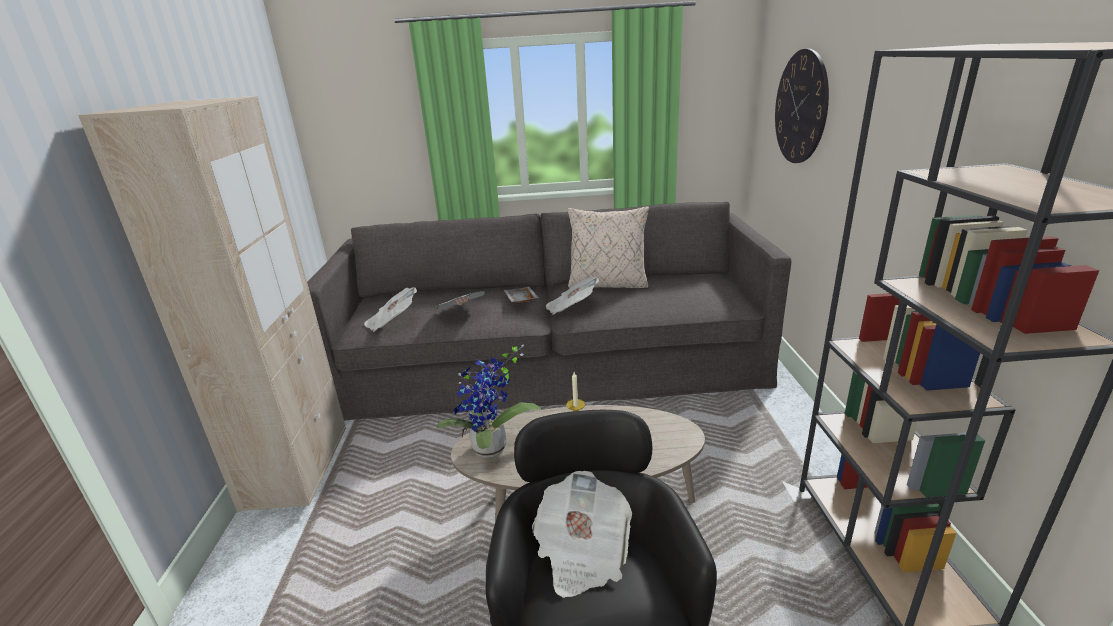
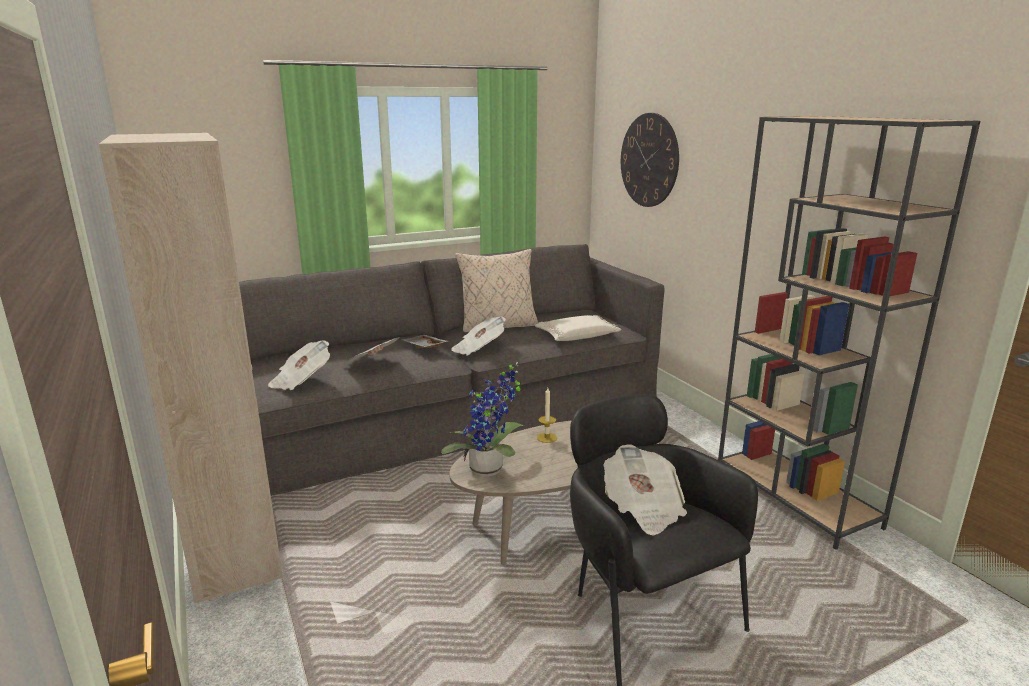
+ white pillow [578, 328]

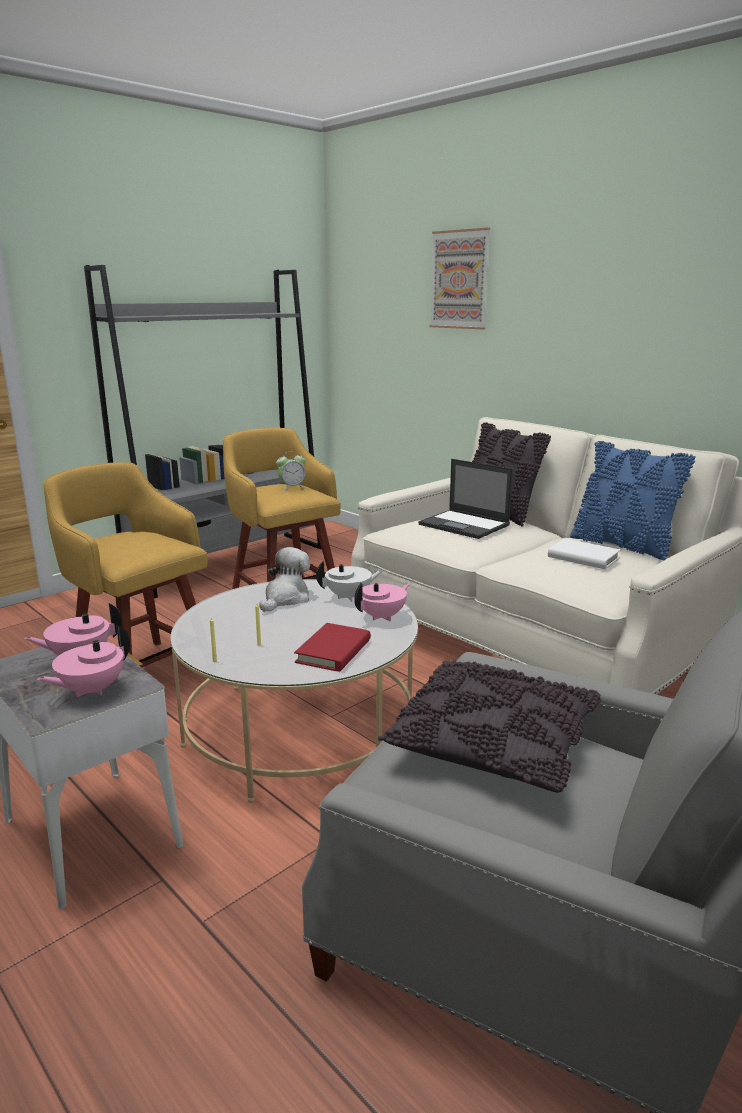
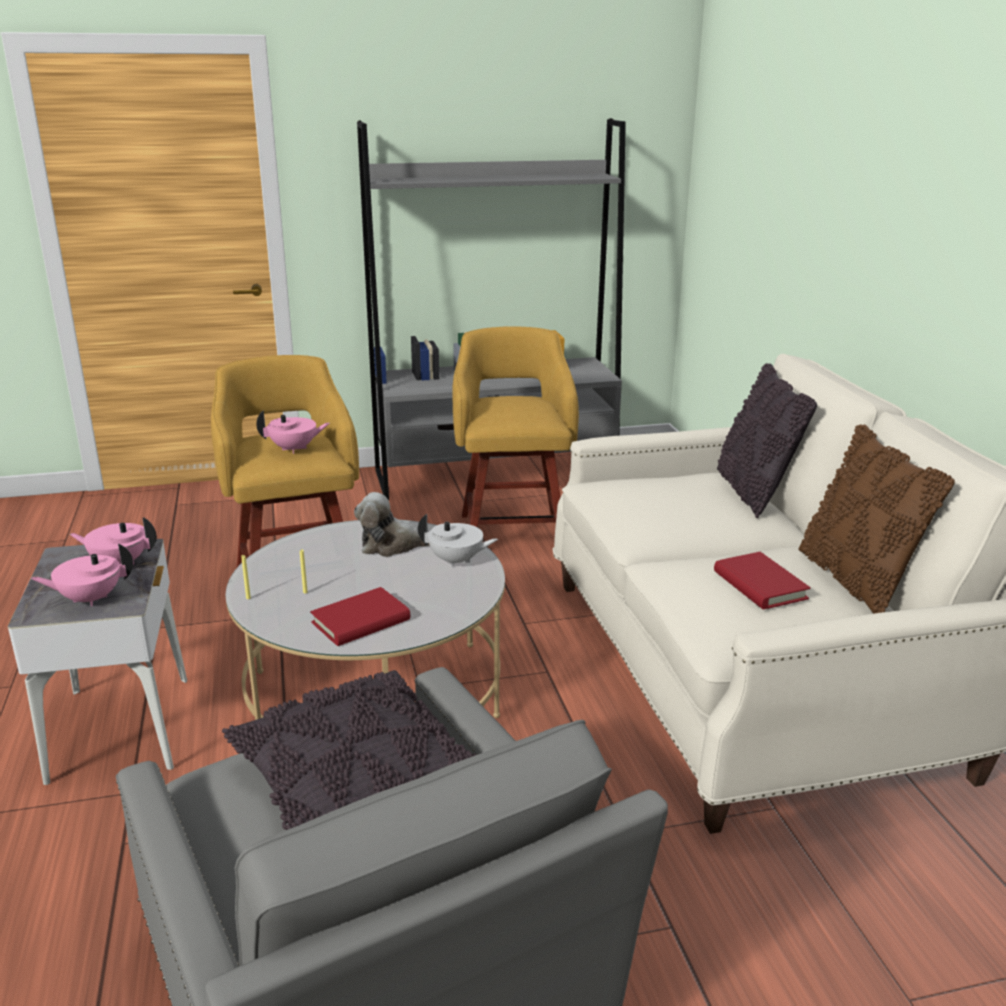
- alarm clock [291, 471]
- laptop [465, 499]
- picture [460, 278]
~ pink teapot [382, 602] to [293, 432]
~ white book [584, 554] to red book [762, 581]
~ blue pillow [633, 501] to brown pillow [877, 518]
~ plush toy [284, 579] = [392, 524] 150 degrees counterclockwise

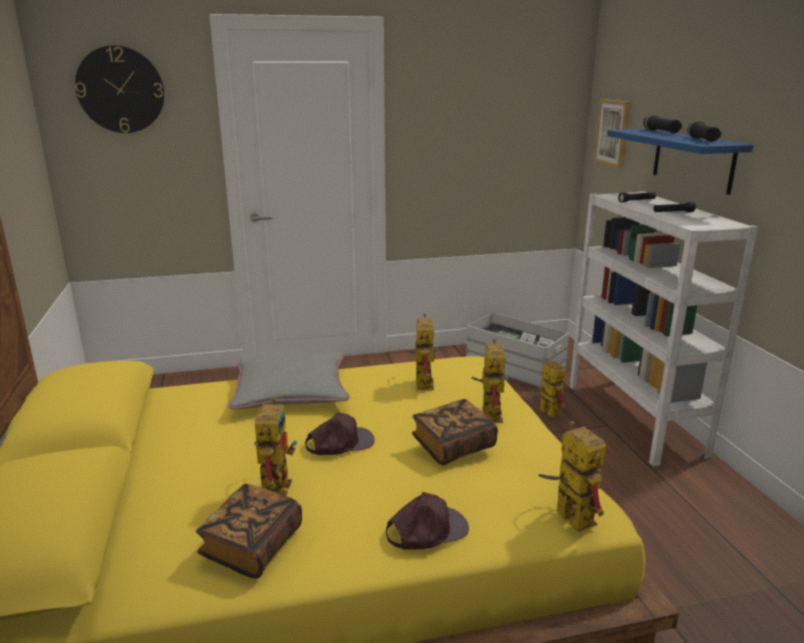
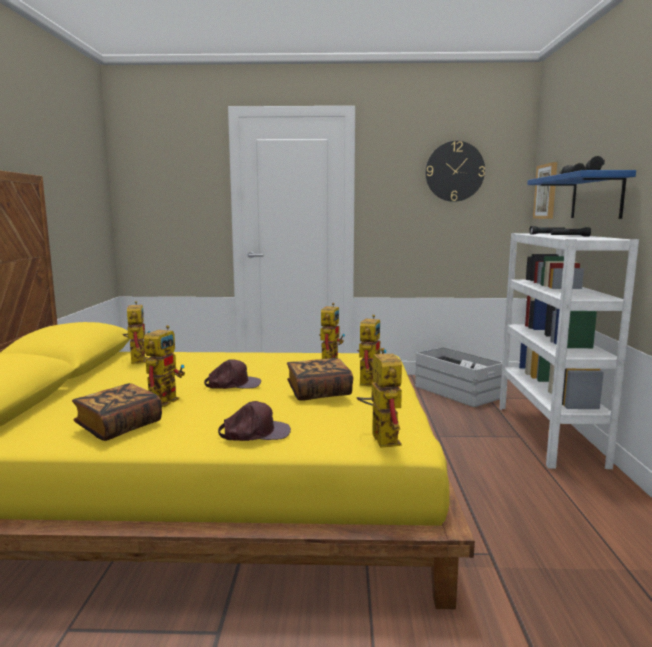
- grey pillow [289, 380]
~ wall clock [119, 89] to [455, 171]
~ toy robot [548, 388] to [136, 332]

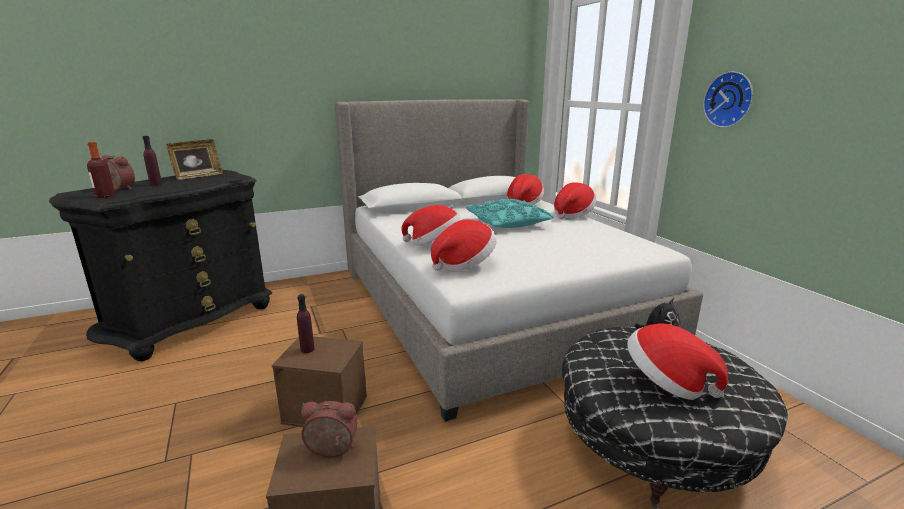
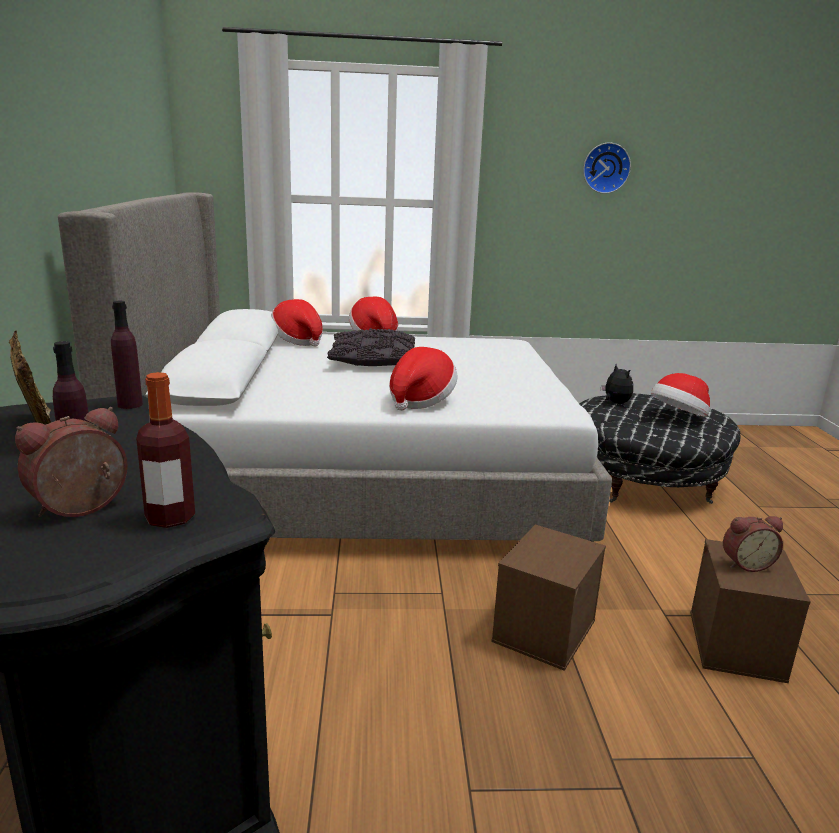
- hat [463, 245]
~ purple bottle [306, 323] to [127, 355]
~ wall clock [728, 99] to [607, 168]
~ turquoise pillow [510, 213] to black pillow [371, 347]
~ alarm clock [329, 429] = [753, 544] 120 degrees counterclockwise

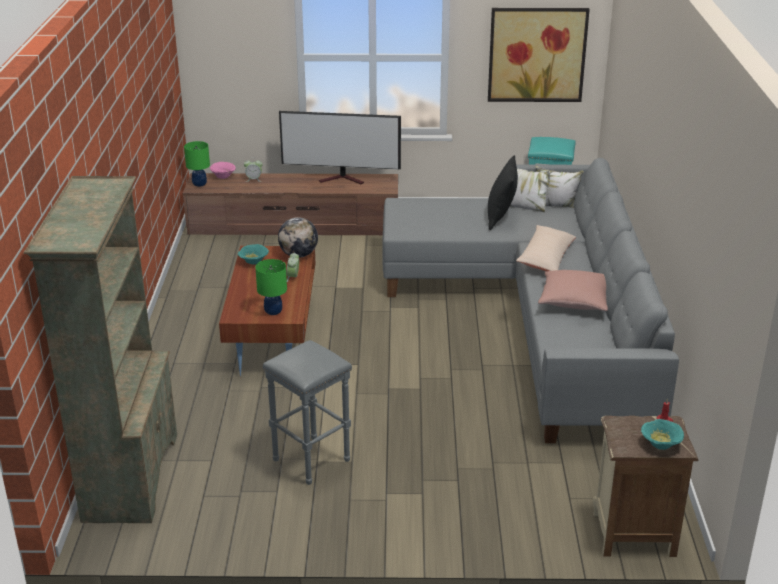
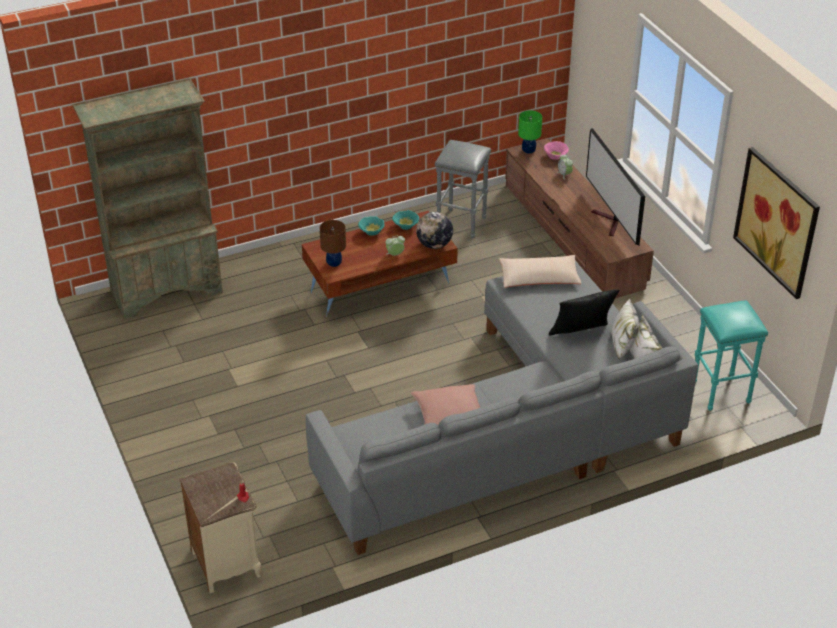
~ grey stool [307, 412] to [463, 189]
~ beige pillow [546, 248] to [540, 271]
~ turquoise bowl [662, 434] to [371, 226]
~ green table lamp [271, 287] to brown table lamp [333, 243]

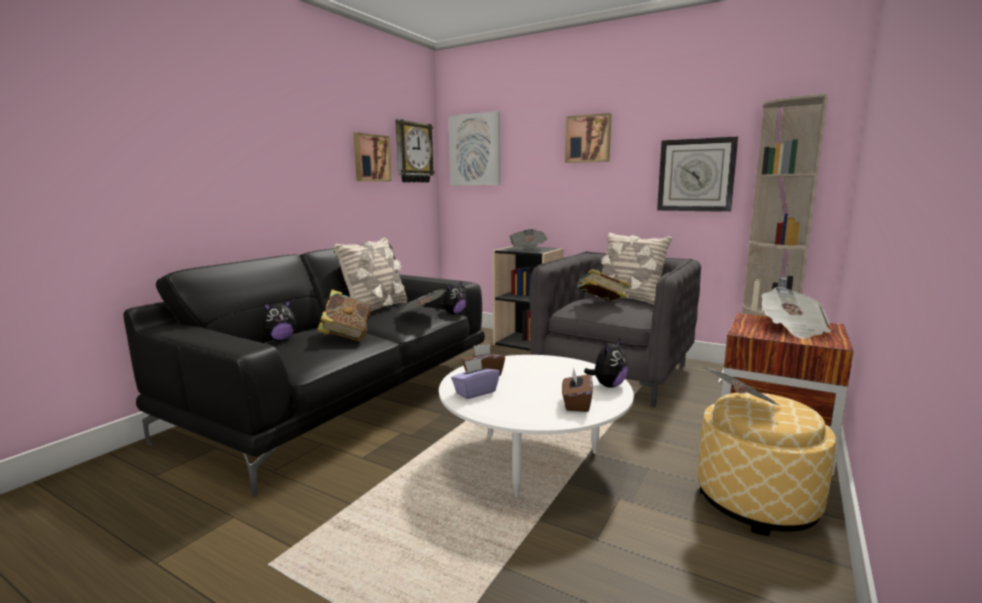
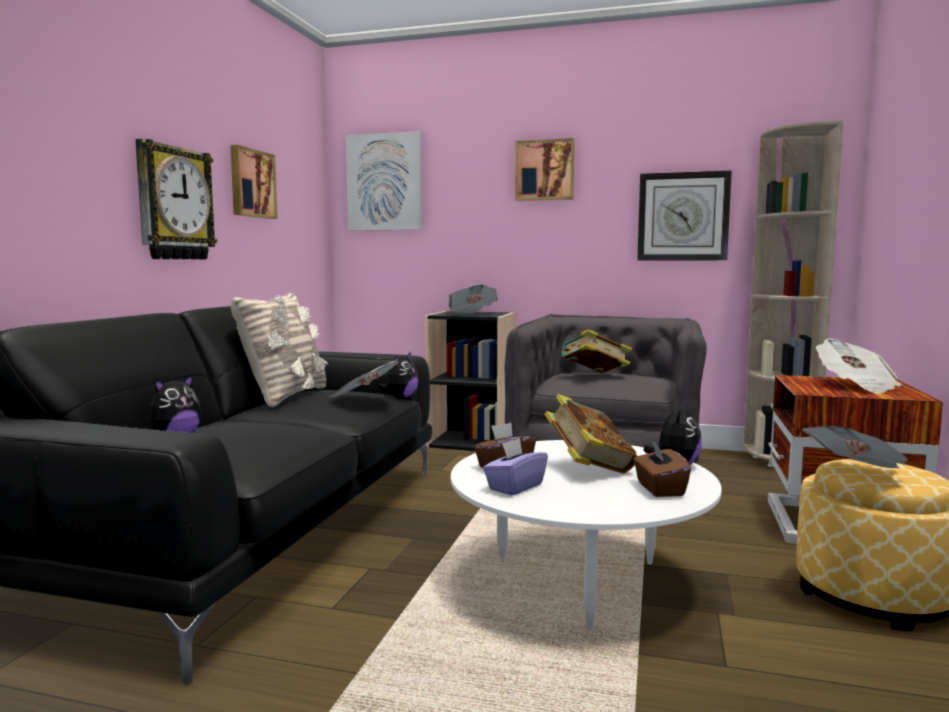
- beige pillow [633, 269]
~ book [344, 315] to [590, 434]
~ wall clock [415, 150] to [176, 199]

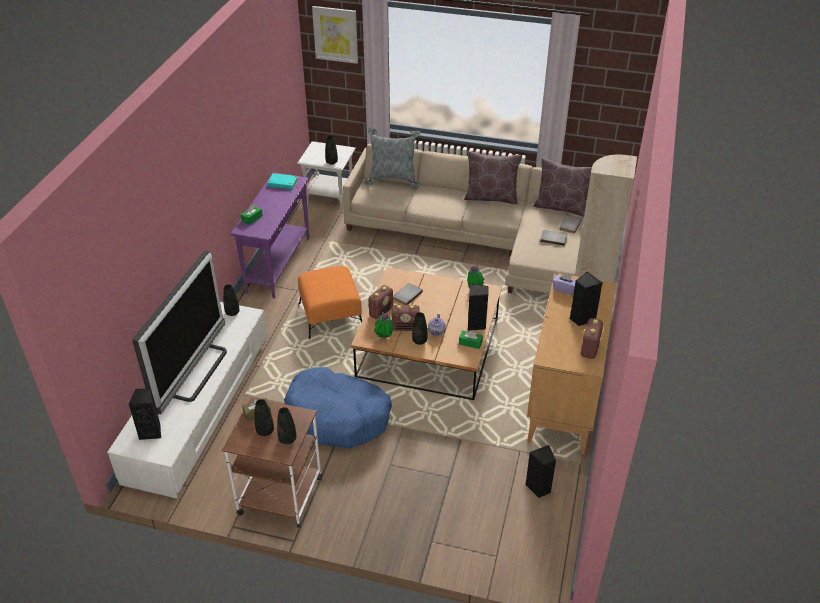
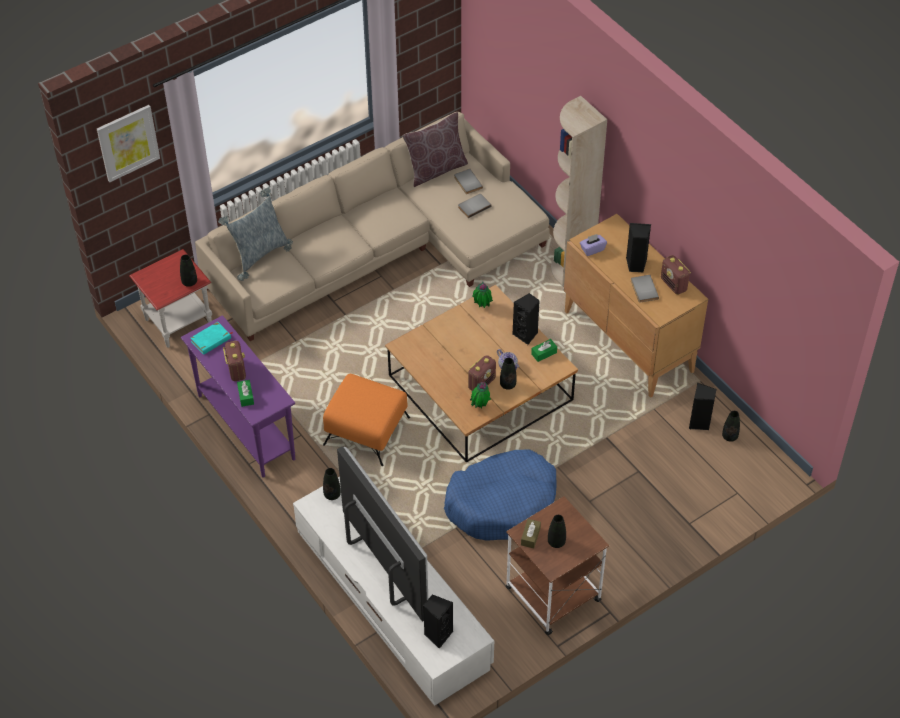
- brown pillow [493, 177]
~ black vase [286, 425] to [731, 426]
~ radio [381, 302] to [234, 361]
~ grey book [408, 294] to [645, 289]
~ white side table [326, 175] to red side table [170, 298]

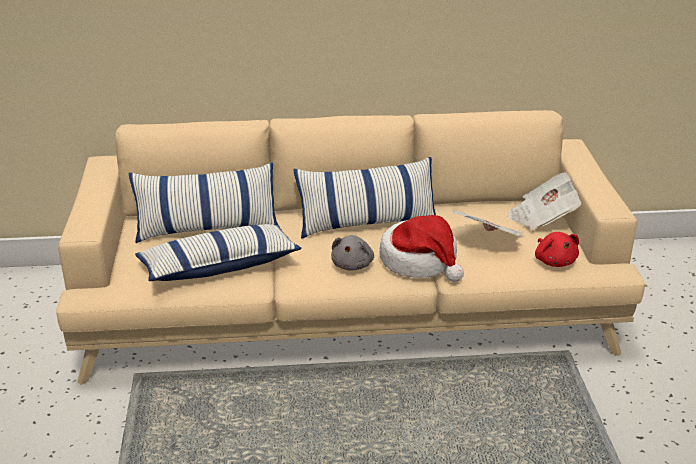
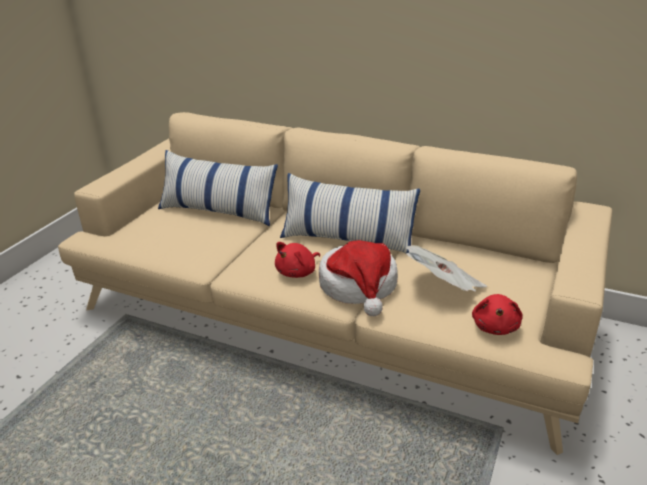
- pillow [218, 252]
- newspaper [544, 201]
~ grey plush toy [352, 252] to red plush toy [297, 260]

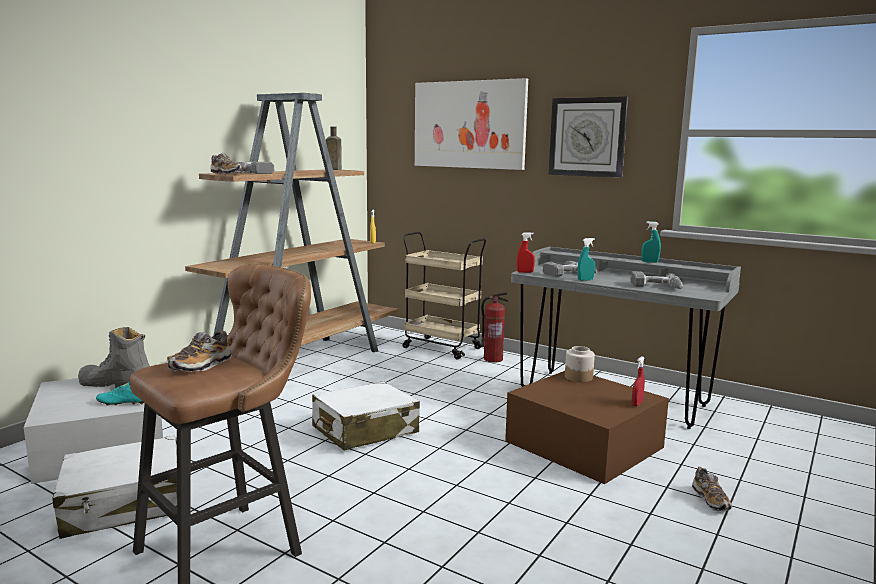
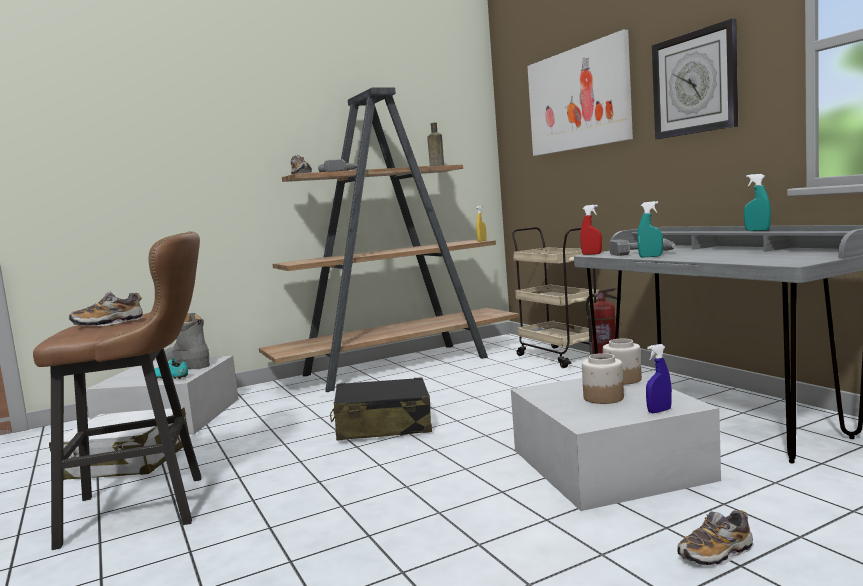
- power drill [657, 280]
+ jar [603, 378]
~ white suitcase [366, 416] to black suitcase [381, 408]
~ brown storage box [587, 427] to white storage box [616, 443]
~ red spray bottle [638, 381] to blue spray bottle [659, 378]
~ shoe [712, 489] = [715, 538] 45 degrees clockwise

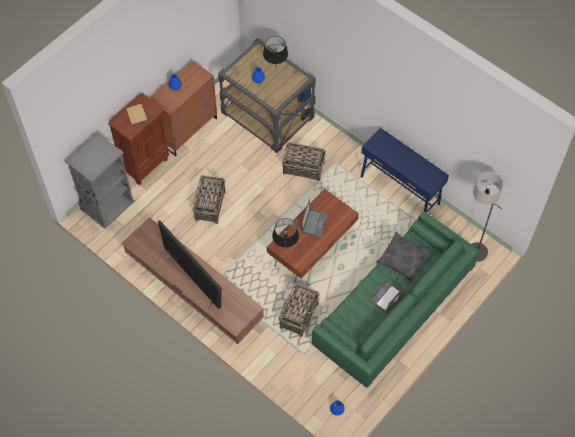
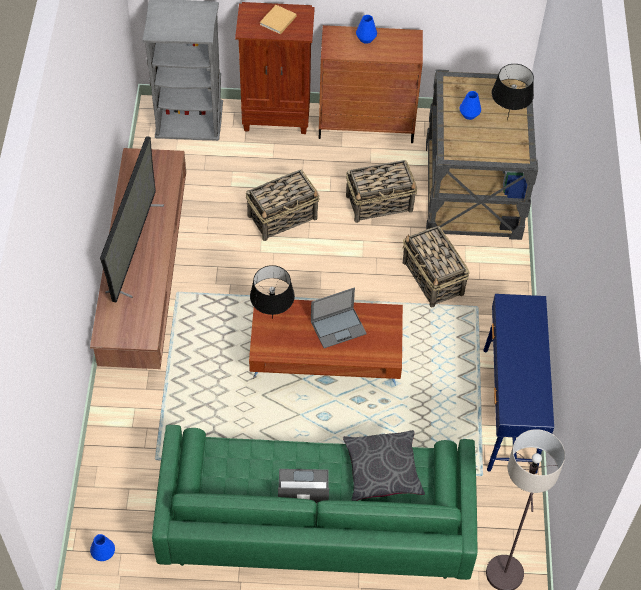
~ basket [299, 310] to [381, 191]

